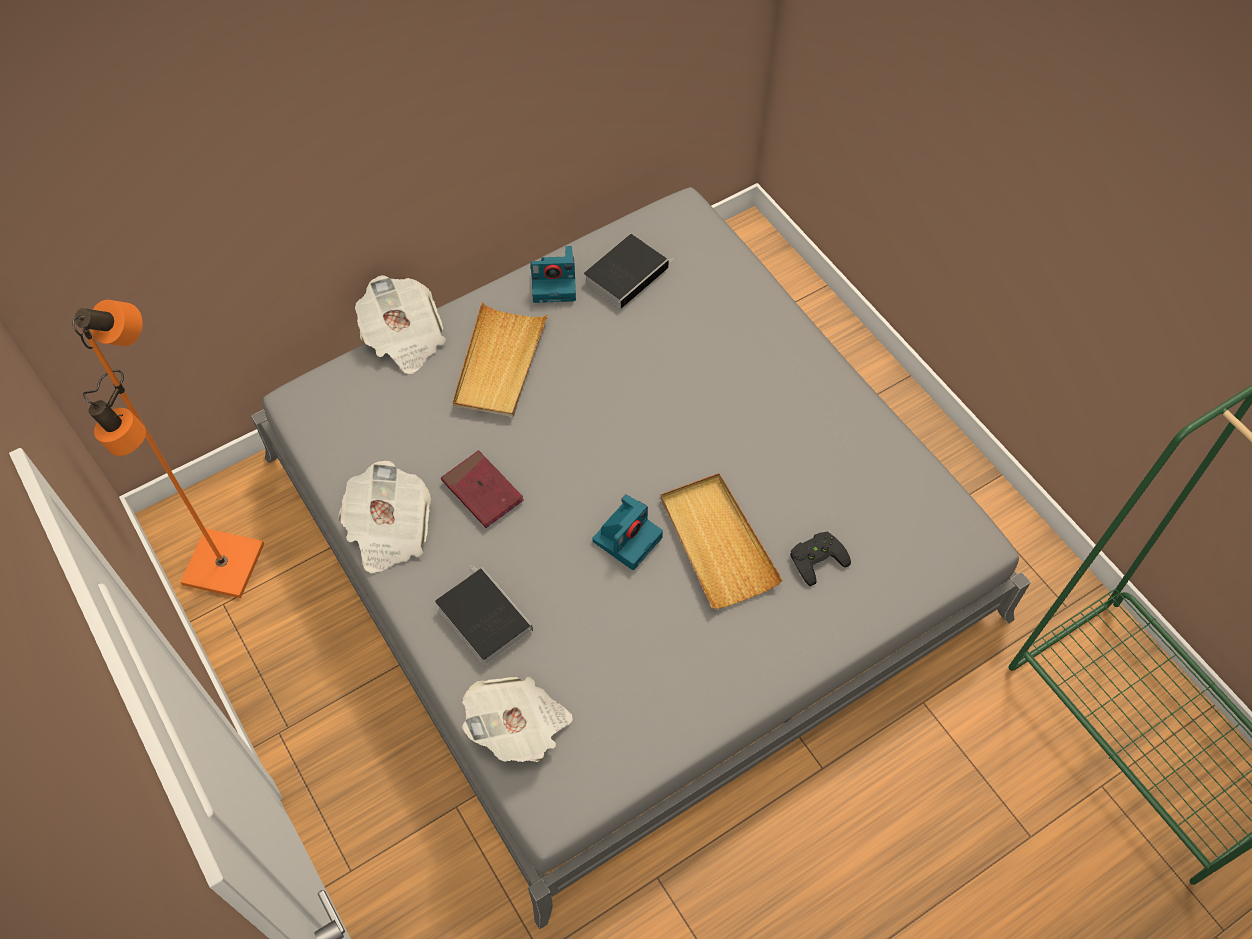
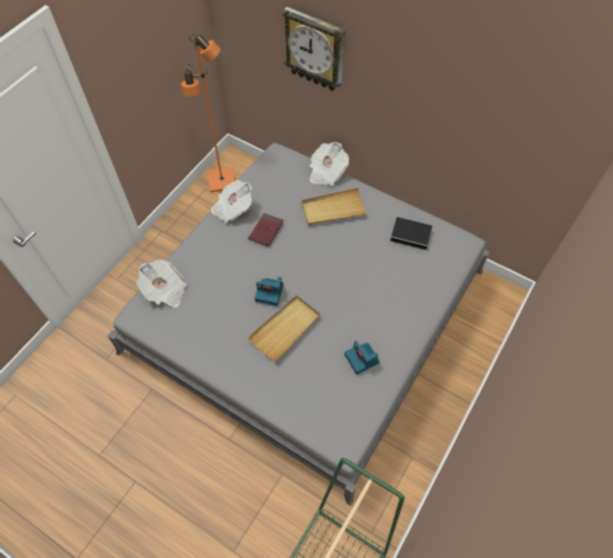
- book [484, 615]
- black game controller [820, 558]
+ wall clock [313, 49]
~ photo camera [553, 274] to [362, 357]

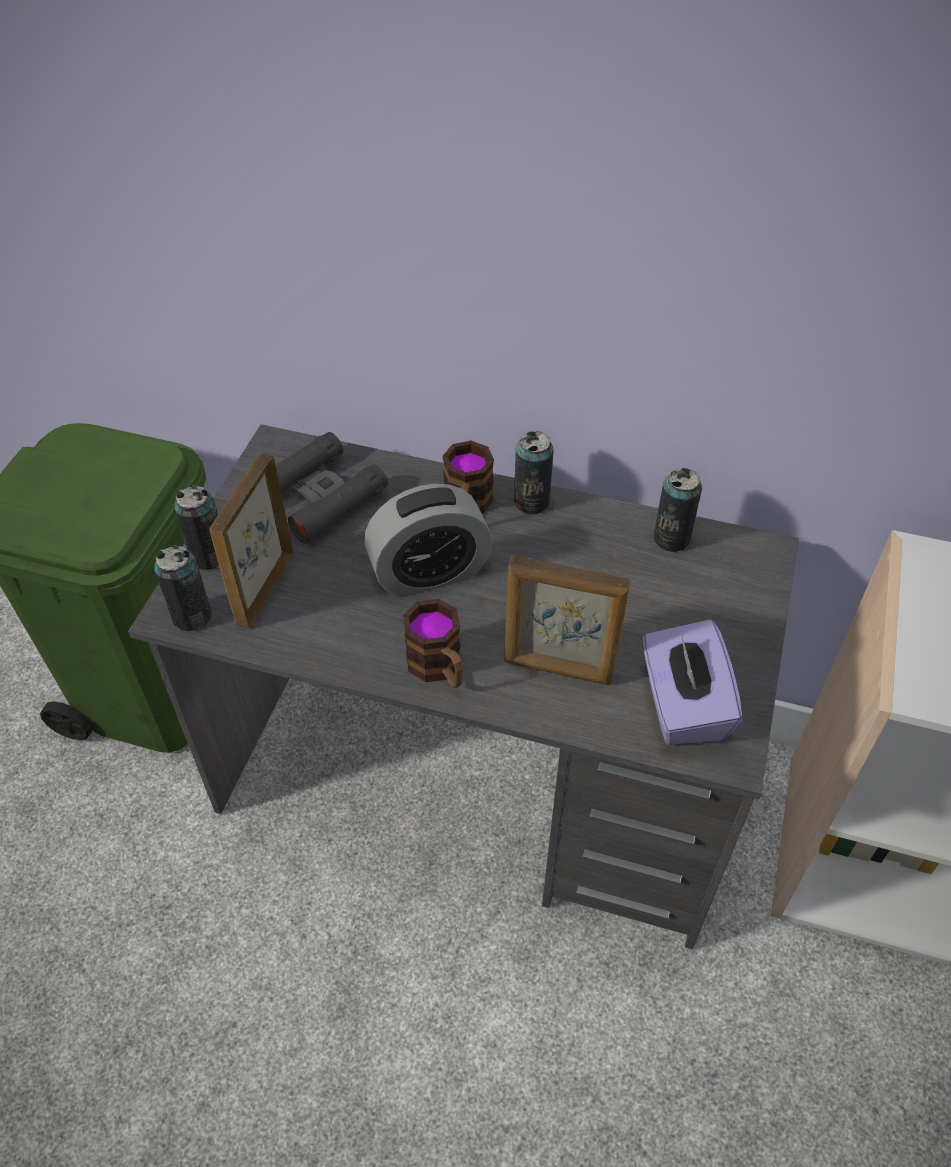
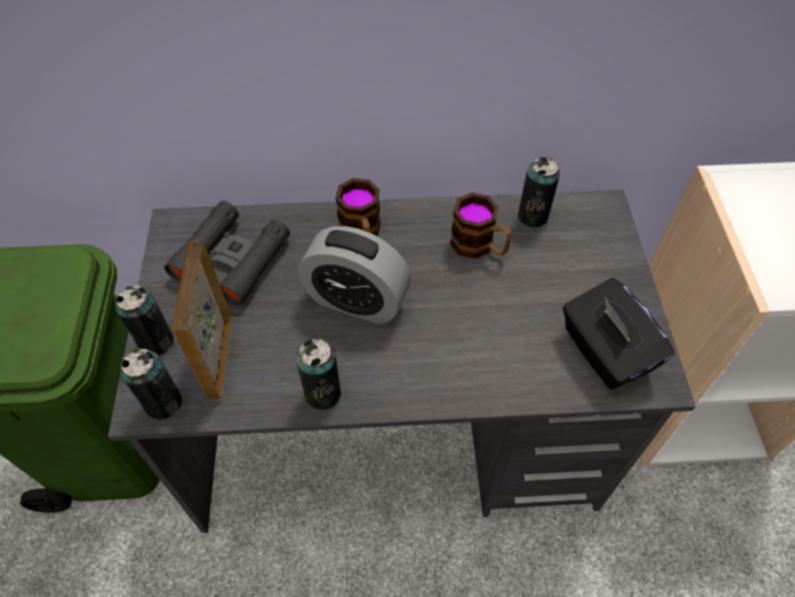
- picture frame [567, 620]
~ mug [433, 643] to [481, 225]
~ can [533, 472] to [318, 374]
~ purple tissue box [692, 682] to black tissue box [619, 333]
~ alarm clock [428, 540] = [354, 275] 60 degrees clockwise

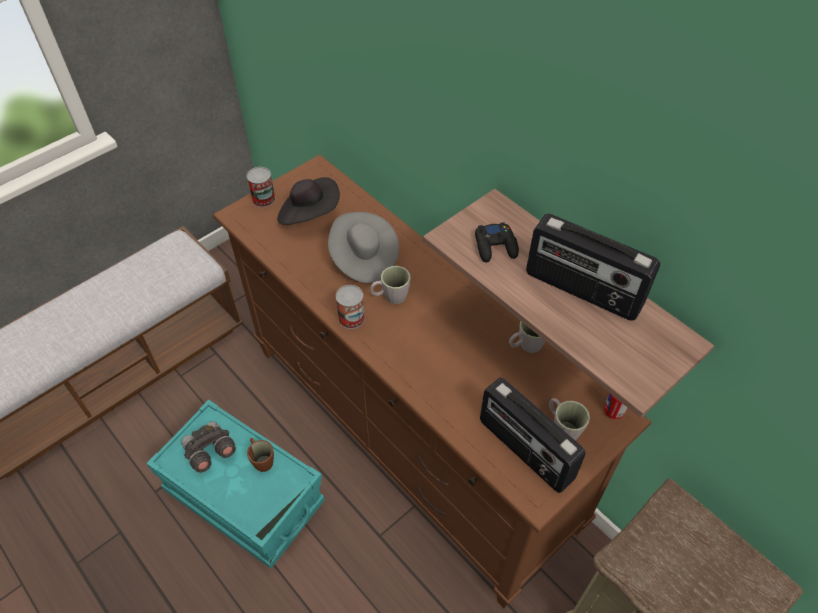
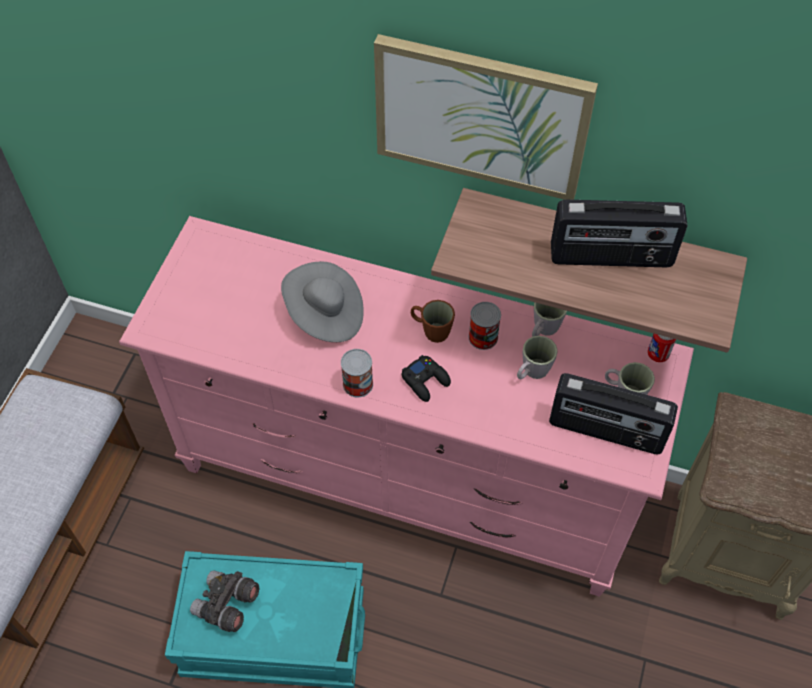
- black hat [309, 201]
+ picture [486, 117]
~ can [261, 187] to [484, 326]
~ brown mug [260, 455] to [433, 321]
~ grey mug [390, 285] to [537, 357]
~ black game controller [497, 242] to [426, 378]
~ brown dresser [432, 381] to pink dresser [406, 406]

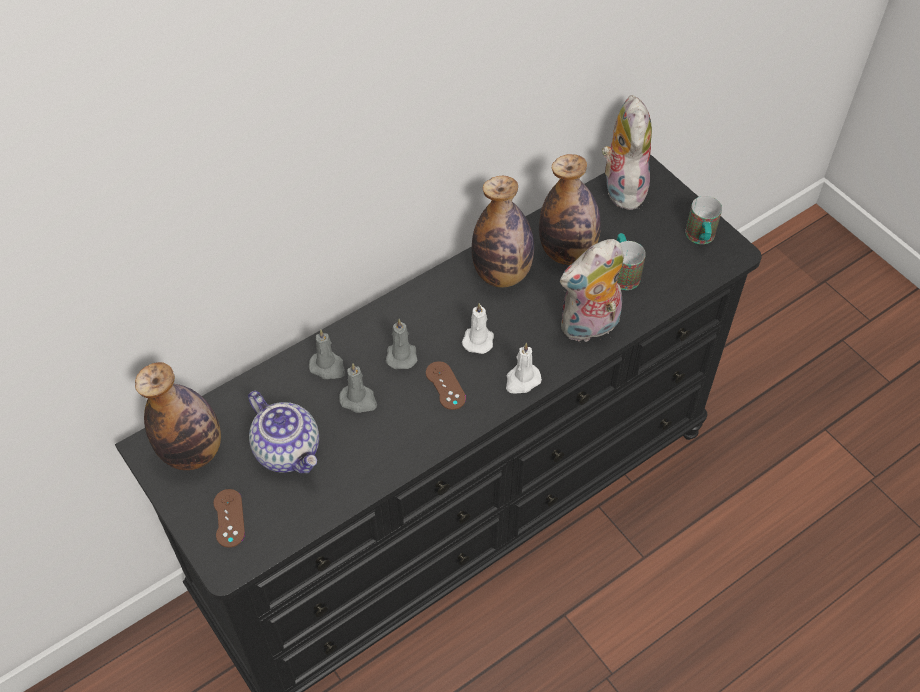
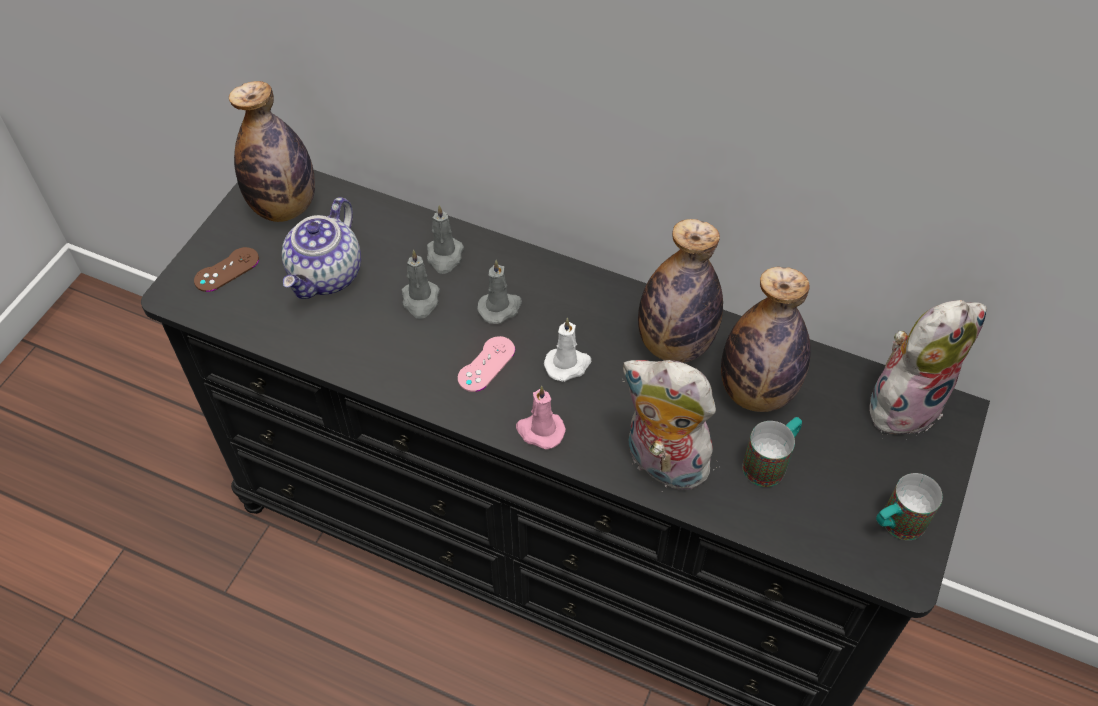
~ brown game controller [446, 385] to pink game controller [486, 364]
~ white candle [524, 368] to pink candle [541, 417]

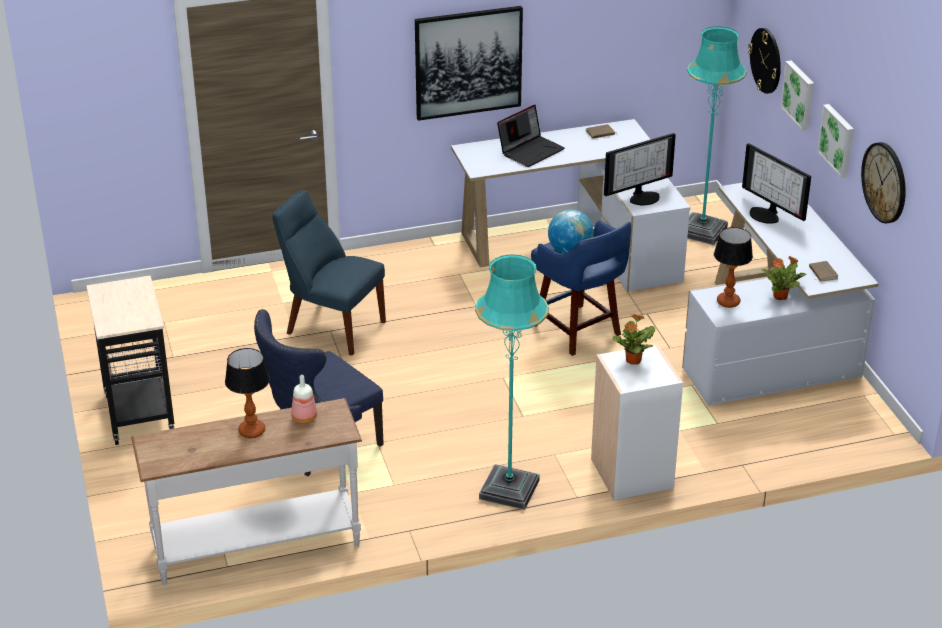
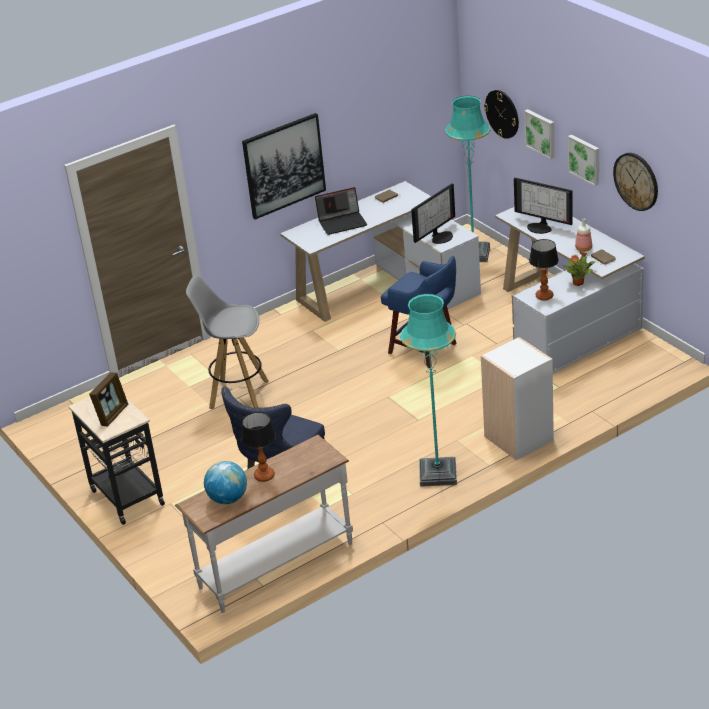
- potted plant [633, 339]
+ picture frame [108, 399]
~ bottle [304, 399] to [583, 235]
~ globe [571, 232] to [225, 482]
~ blue chair [329, 273] to grey stool [227, 342]
~ laptop [530, 136] = [341, 211] 45 degrees clockwise

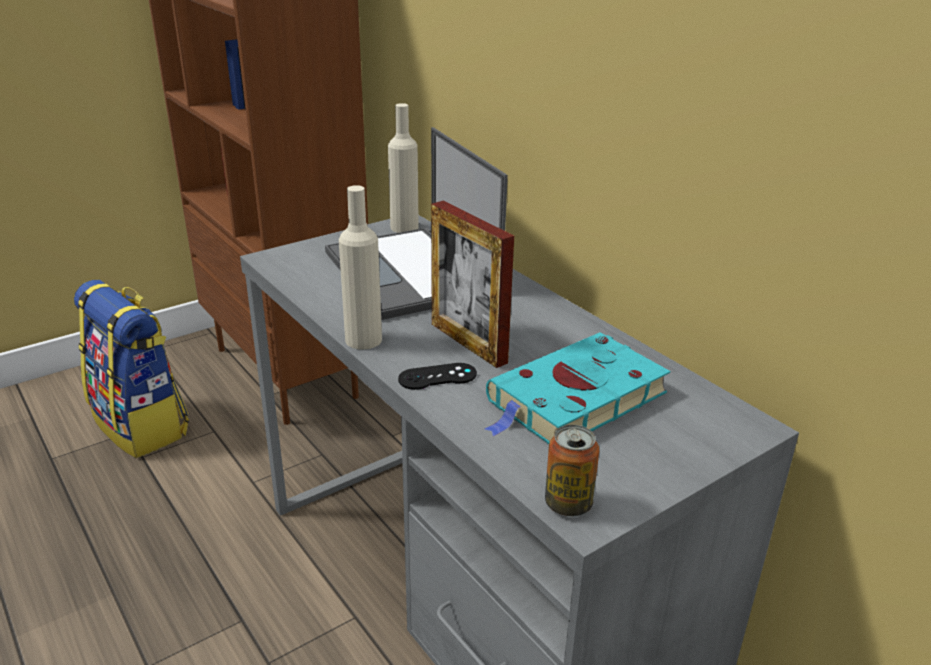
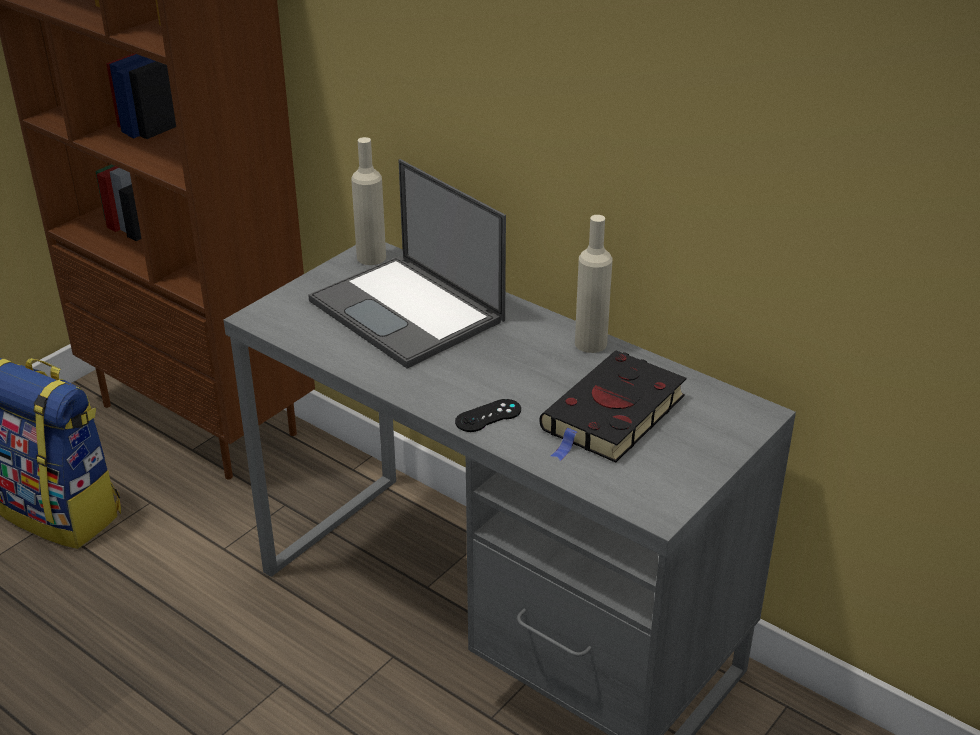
- picture frame [472, 284]
- can [572, 470]
~ beige bottle [360, 267] to [593, 284]
~ turquoise book [577, 388] to black book [613, 407]

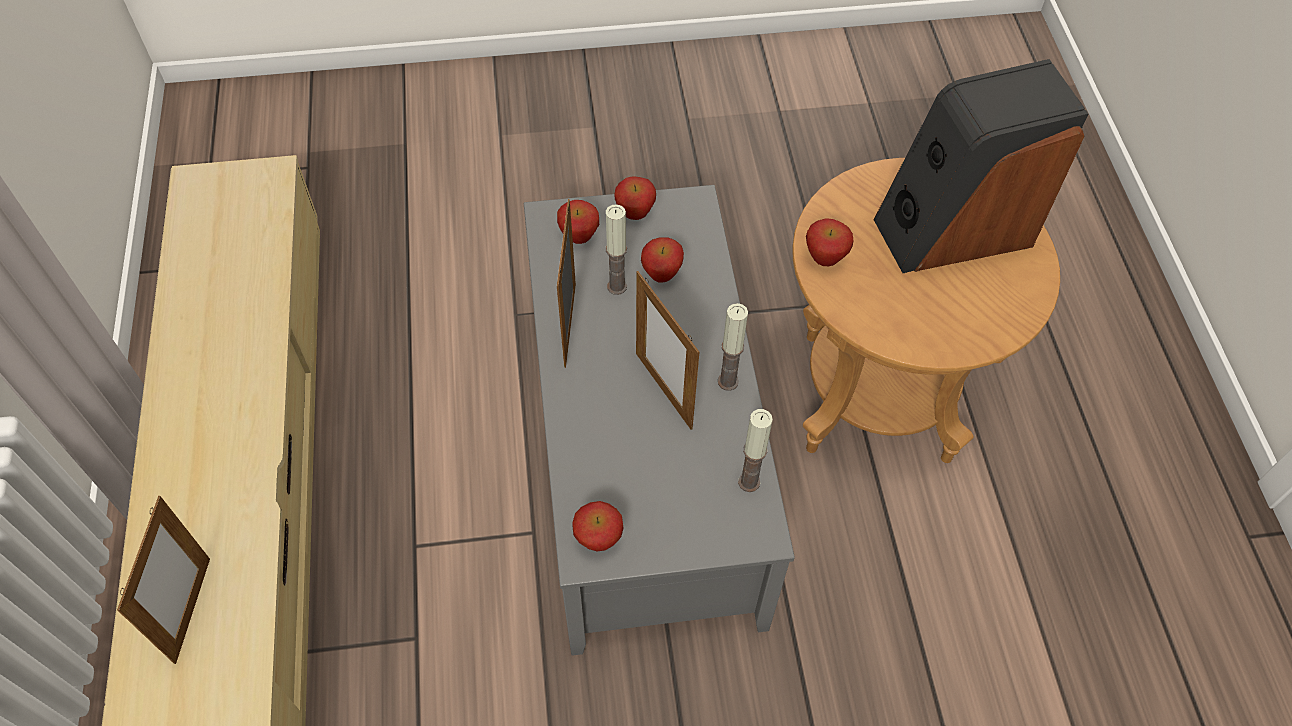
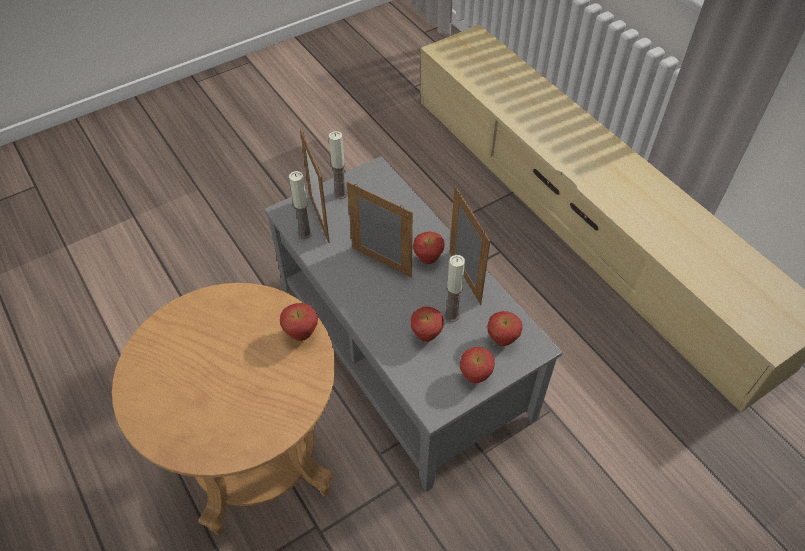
- speaker [981, 166]
~ picture frame [163, 580] to [315, 185]
~ apple [597, 526] to [429, 248]
~ candle [733, 347] to [338, 165]

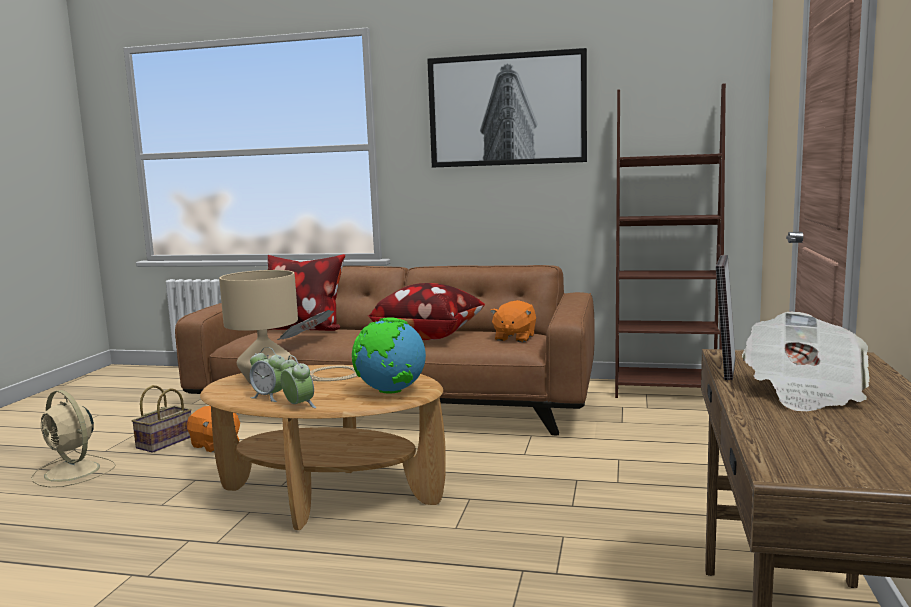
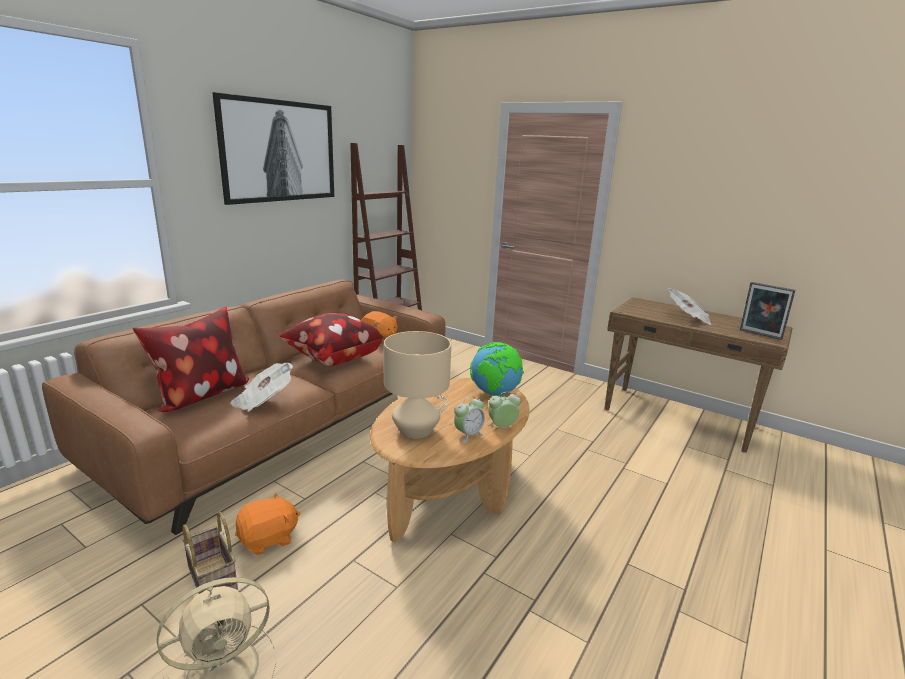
~ picture frame [726, 317] to [767, 311]

